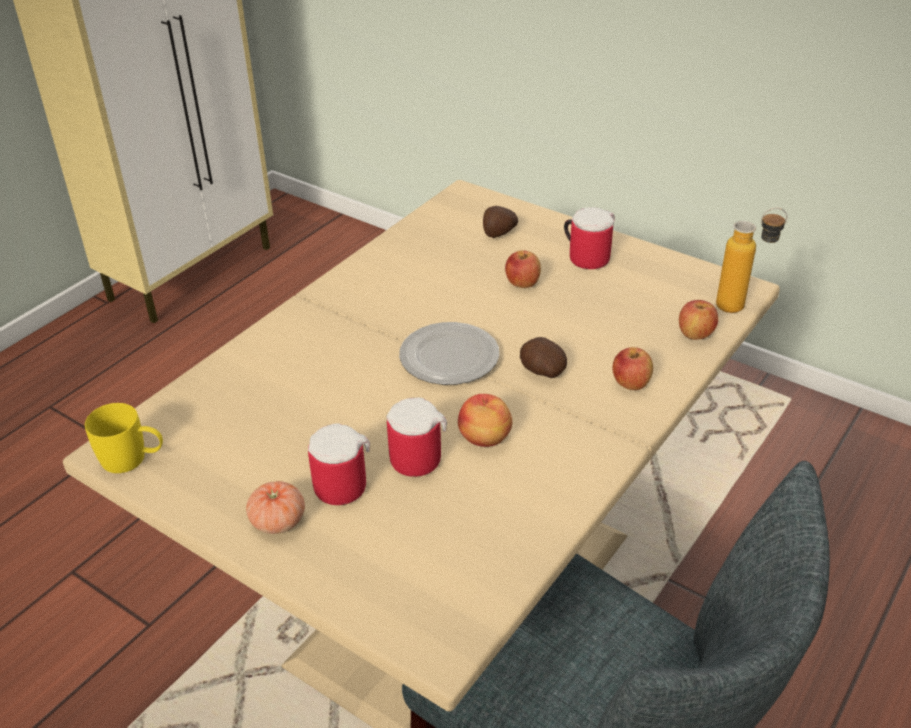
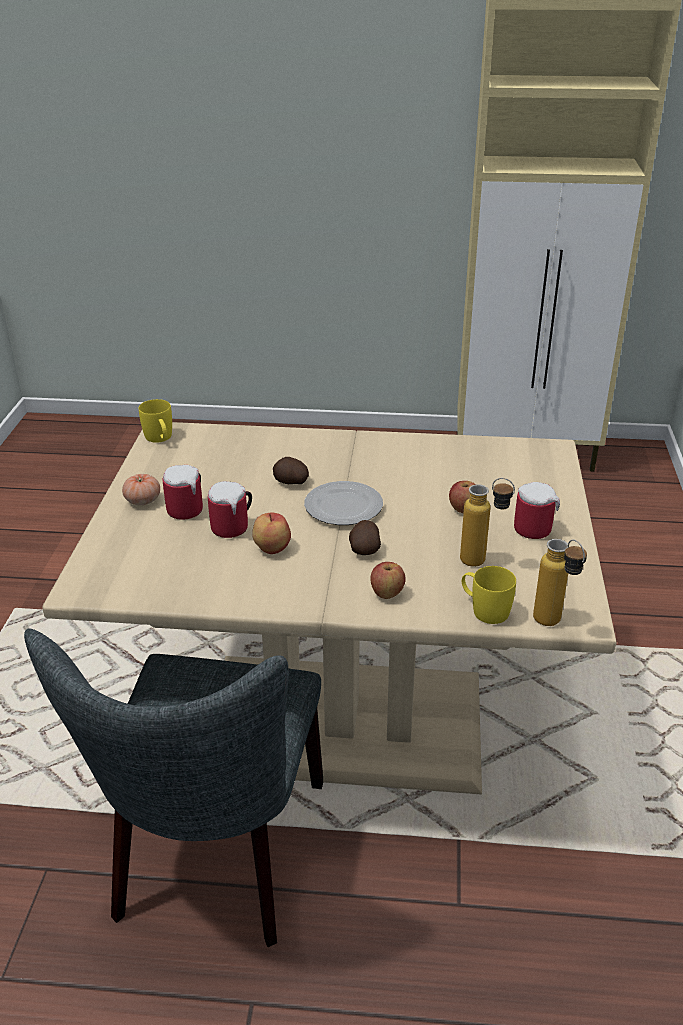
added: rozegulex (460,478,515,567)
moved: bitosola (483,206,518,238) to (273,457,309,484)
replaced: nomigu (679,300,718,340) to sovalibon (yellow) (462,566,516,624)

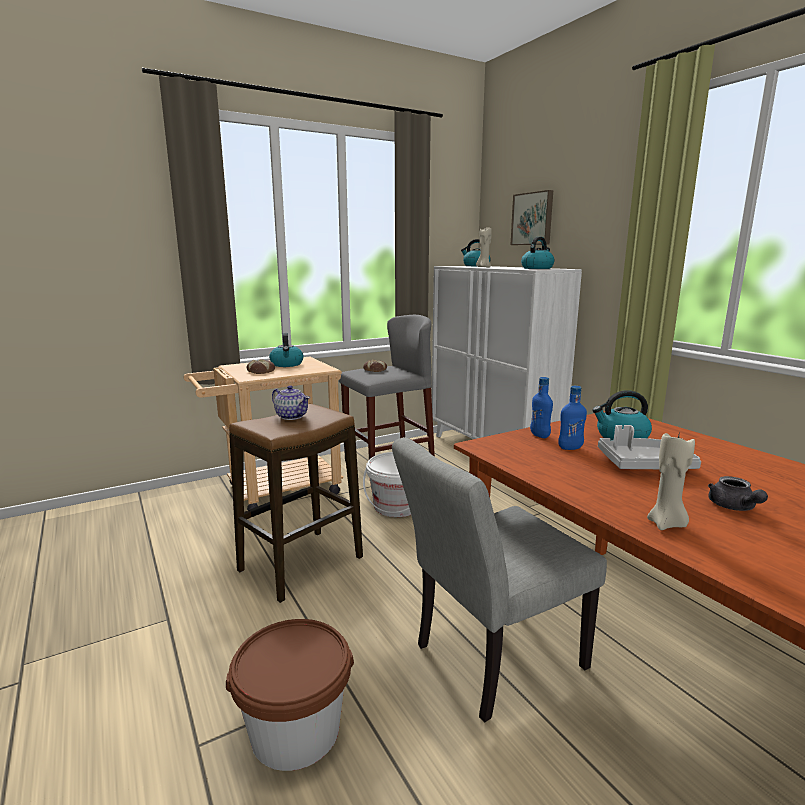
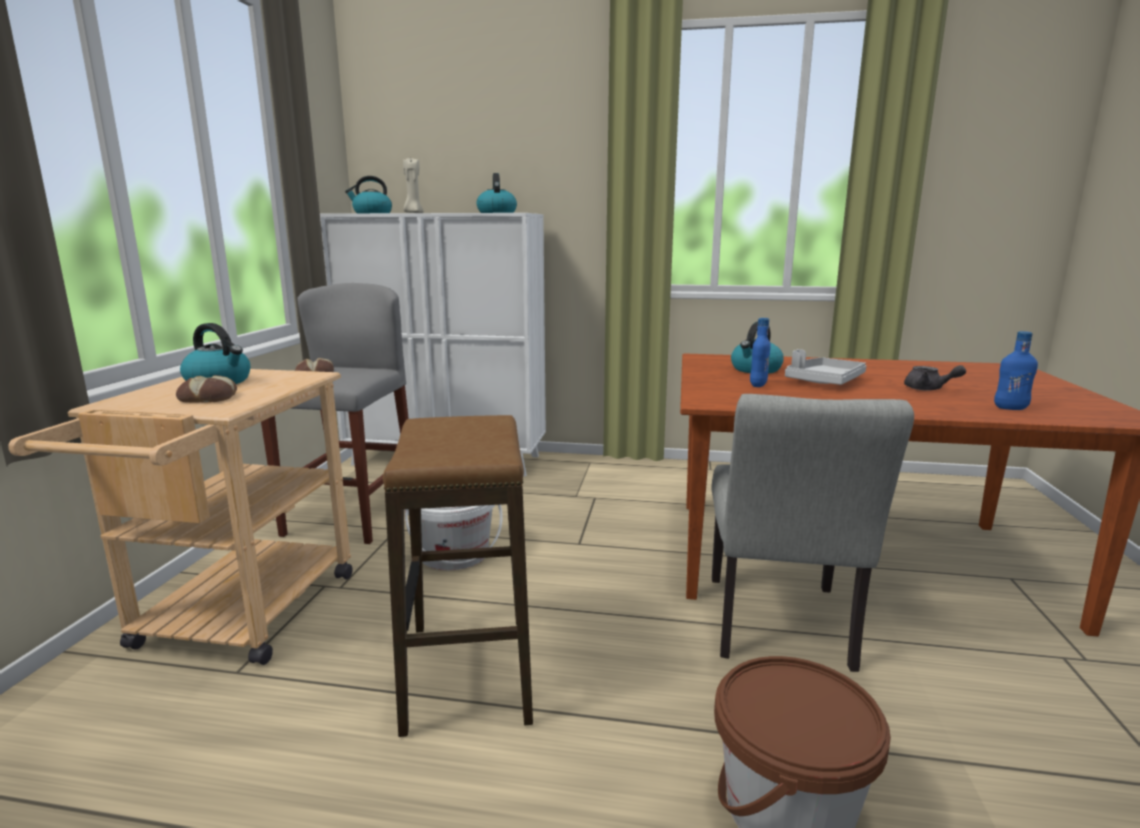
removed: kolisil (272,385,310,420); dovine (511,190,553,245); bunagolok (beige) (647,431,695,530)
moved: rozegulex (blue) (530,377,553,438) to (994,331,1038,410)

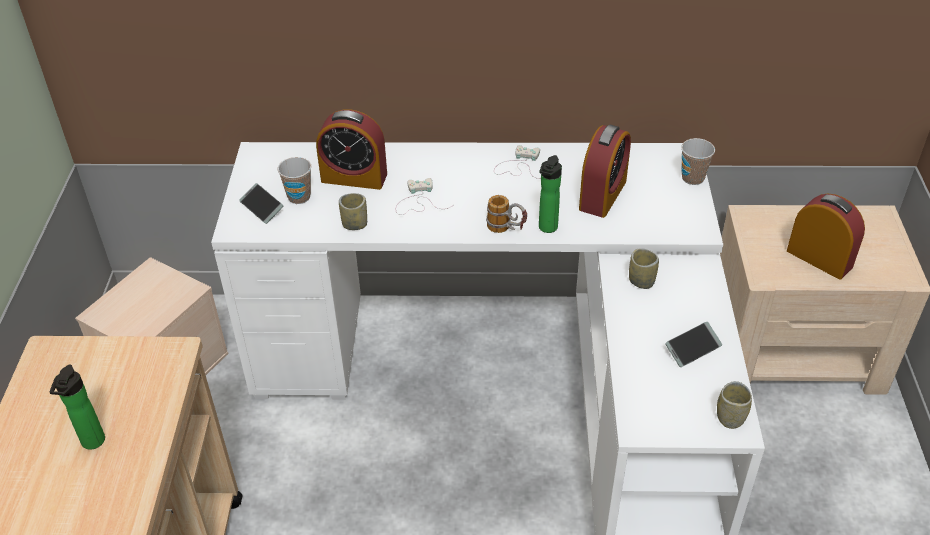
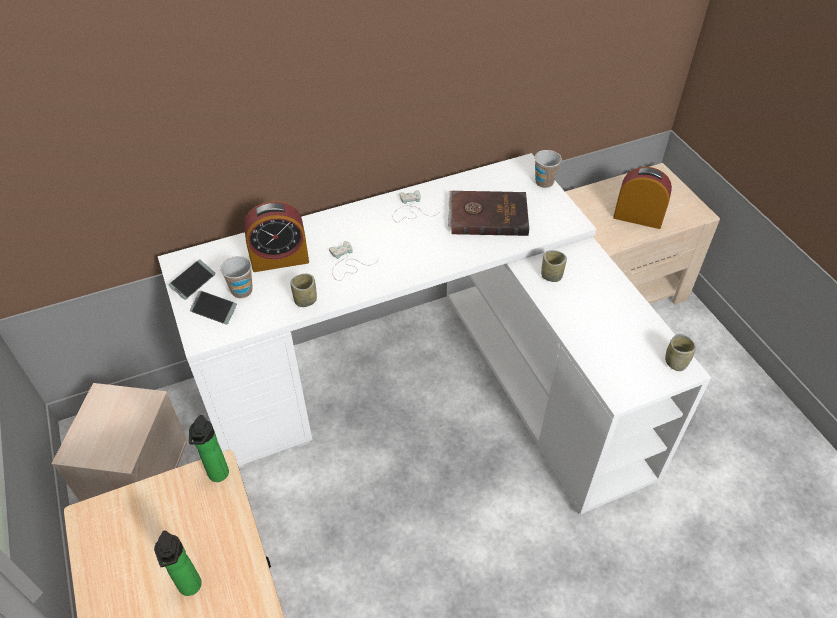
removed: sovalibon (486,195,527,233)
moved: rozegulex (539,155,562,233) to (189,415,229,482); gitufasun (665,322,722,367) to (169,259,216,300)
replaced: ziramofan (579,125,631,218) to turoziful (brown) (448,191,529,236)

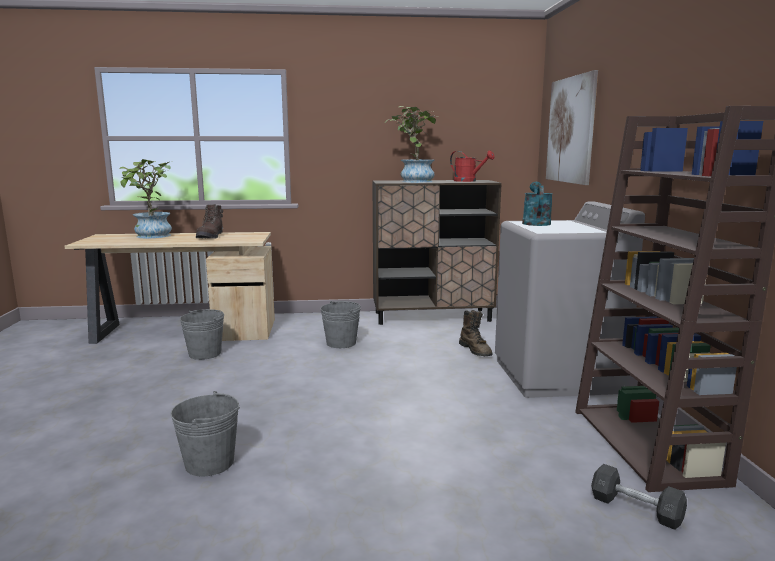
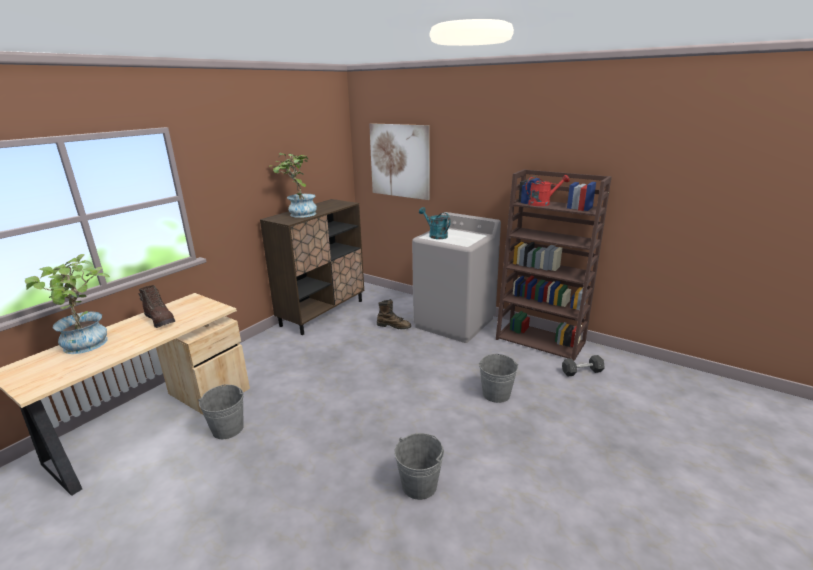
moved: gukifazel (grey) (320,301,361,348) to (479,353,518,403); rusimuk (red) (450,151,495,182) to (525,175,570,206)

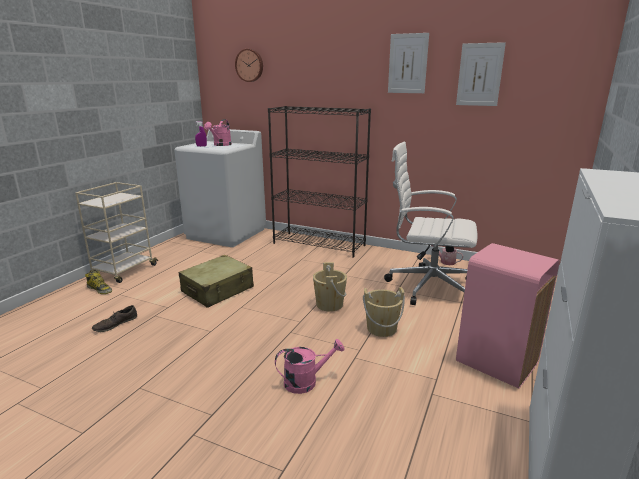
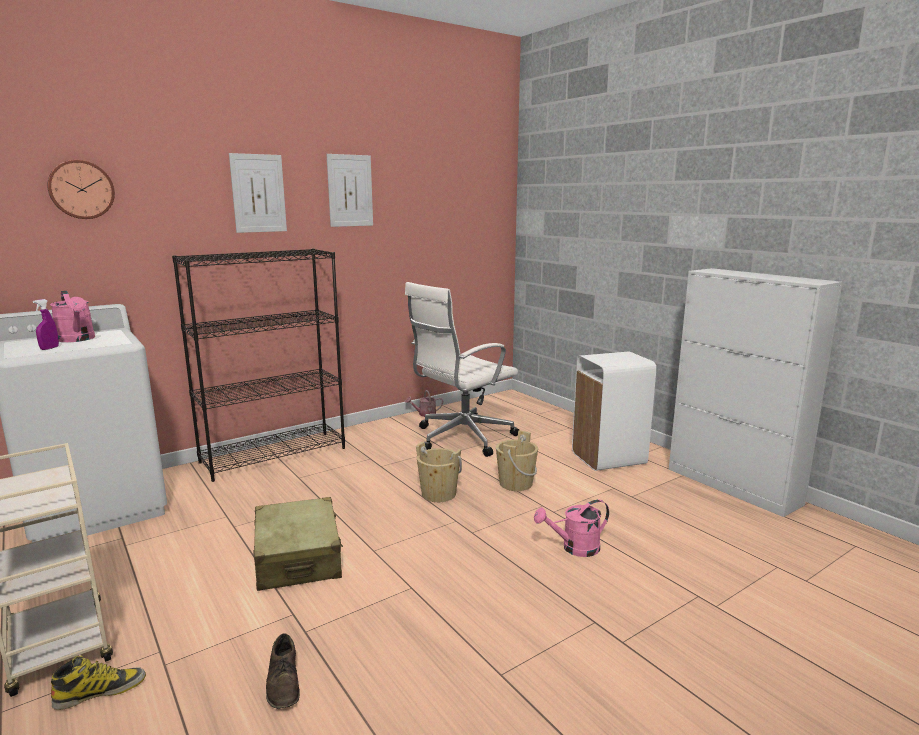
moved: dovine (456,42,506,106) to (229,153,287,233)
recoloured: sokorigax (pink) (456,243,560,388) to sokorigax (white) (572,352,656,471)
turned: rusimuk (pink) (275,339,345,394) = (534,500,609,557) 120 degrees counterclockwise

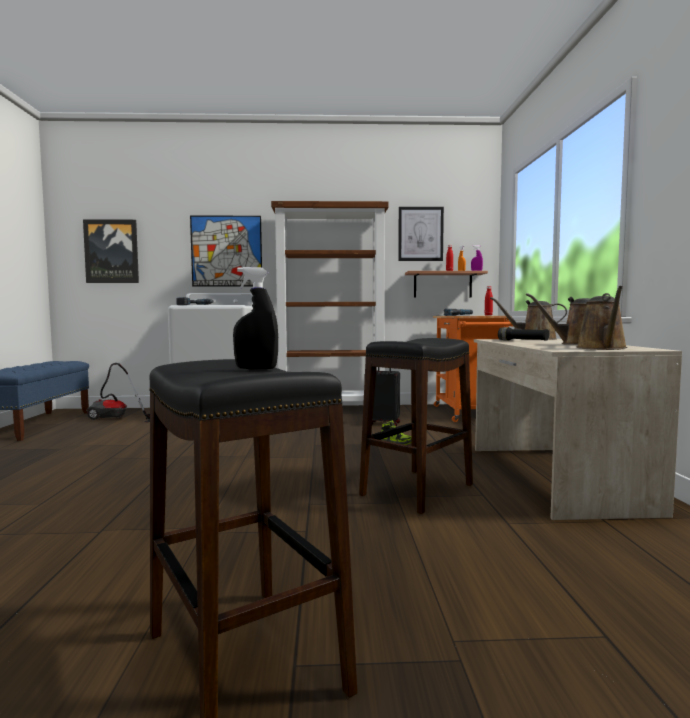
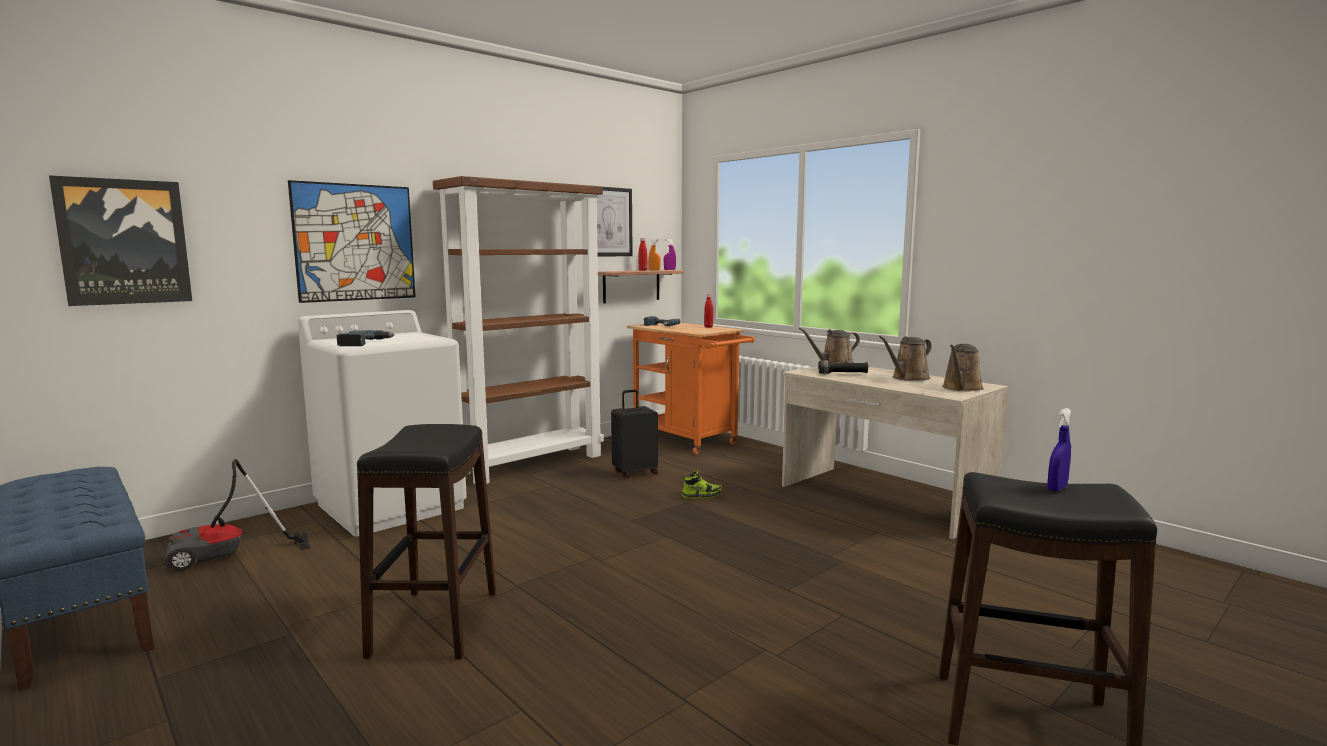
moved: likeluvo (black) (359,338,473,514) to (357,424,496,660)
recoloured: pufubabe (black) (233,267,278,369) to pufubabe (blue) (1047,408,1071,491)
turned: rusimuk (brown) (577,286,627,350) = (942,344,984,391) 60 degrees clockwise

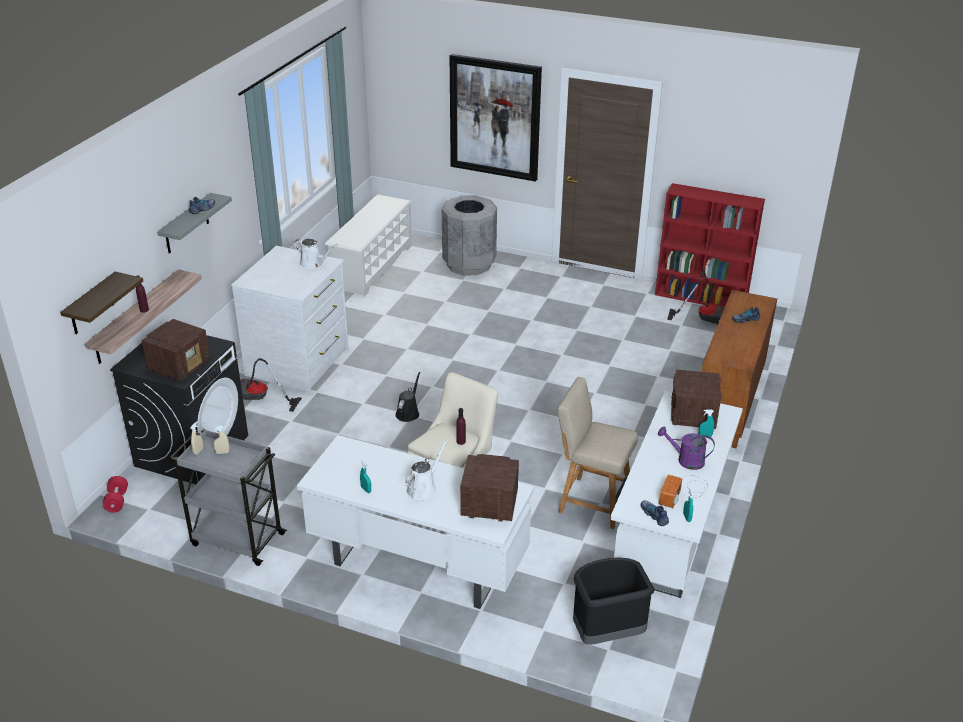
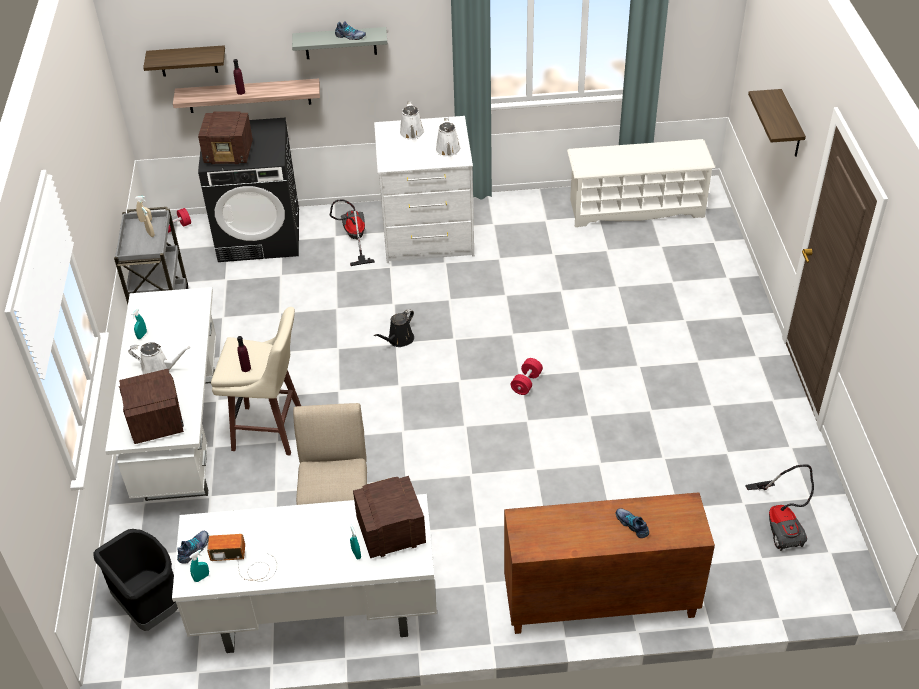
removed: sokorigax (grey) (442,195,497,276); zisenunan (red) (655,183,765,307); rusimuk (purple) (658,427,715,470)
added: rusimuk (white) (399,101,424,140); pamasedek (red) (511,358,543,395)
replaced: dovine (450,54,542,182) to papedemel (748,89,806,157)
turned: rusimuk (black) (396,372,420,422) = (374,309,414,347) 135 degrees clockwise

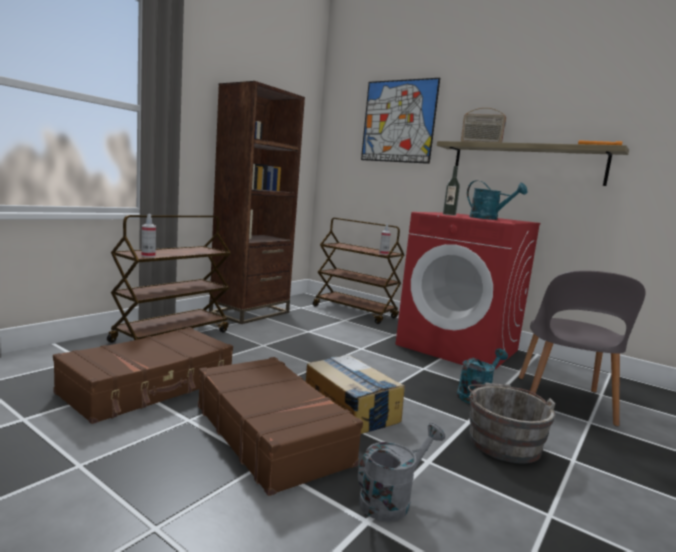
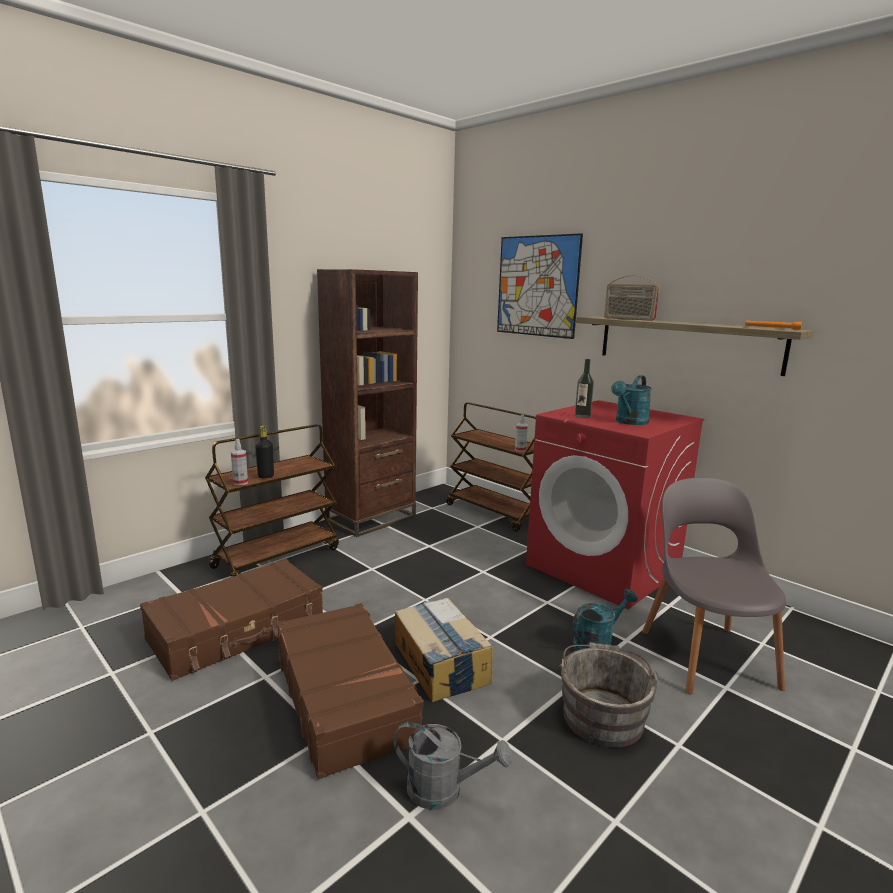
added: rozegulex (black) (255,425,274,478)
turned: rusimuk (grey) (358,423,445,522) = (394,722,512,810) 45 degrees clockwise; rusimuk (turquoise) (467,180,527,220) = (611,375,652,425) 75 degrees clockwise; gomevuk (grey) (518,271,646,426) = (642,478,786,695) 150 degrees clockwise

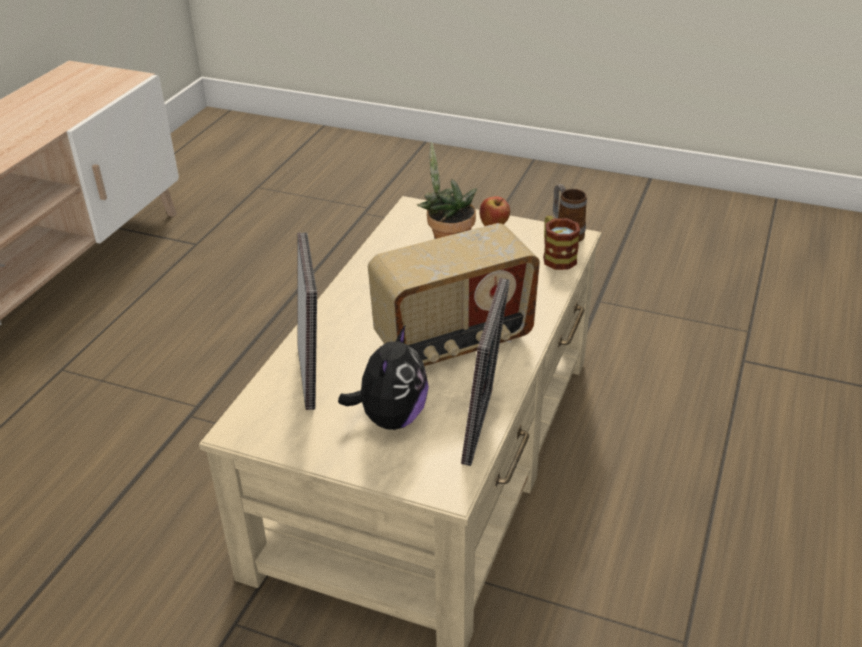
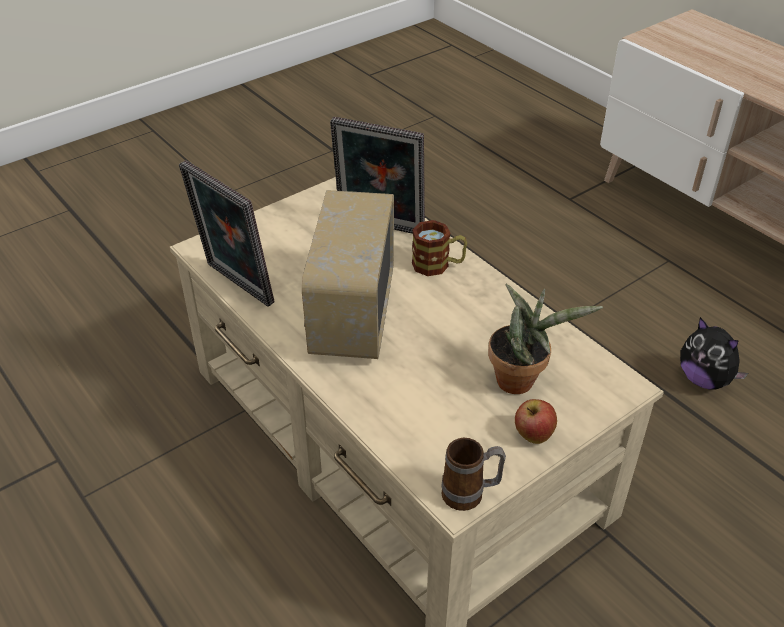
moved: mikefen (338,324,429,430) to (680,317,748,390); sovalibon (543,216,580,270) to (412,220,467,276)

